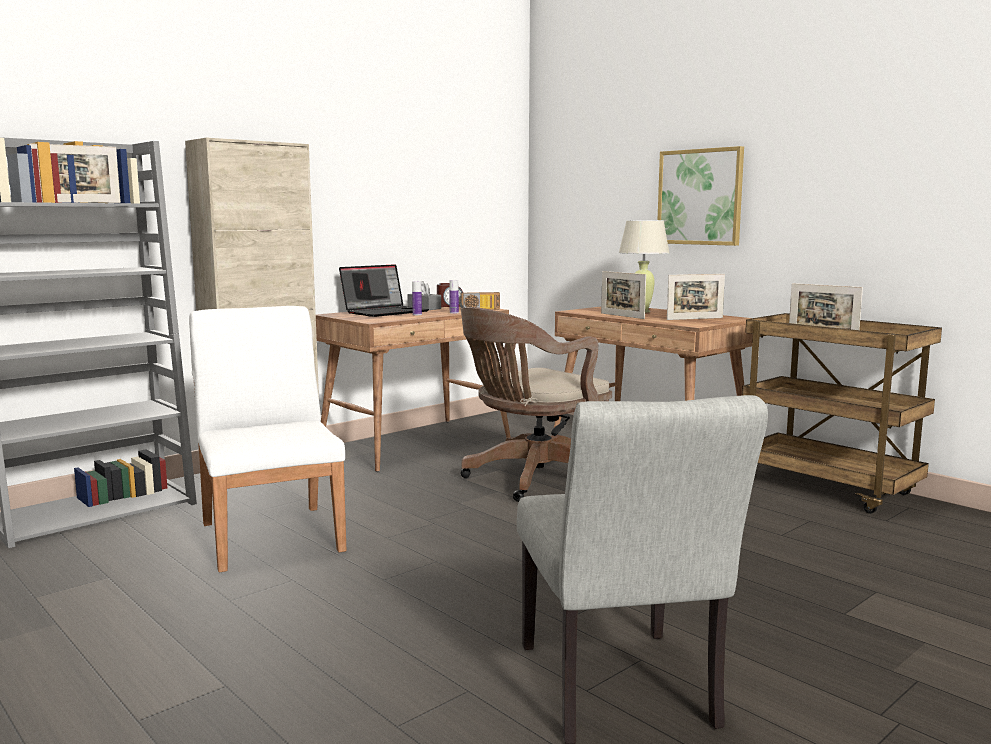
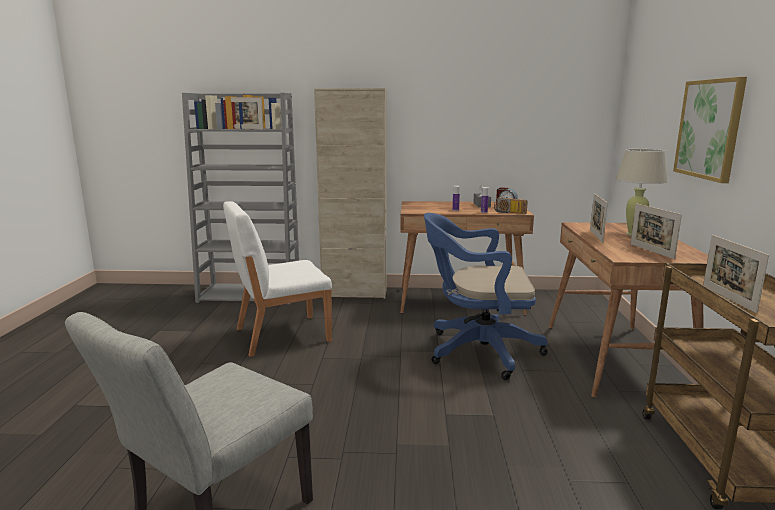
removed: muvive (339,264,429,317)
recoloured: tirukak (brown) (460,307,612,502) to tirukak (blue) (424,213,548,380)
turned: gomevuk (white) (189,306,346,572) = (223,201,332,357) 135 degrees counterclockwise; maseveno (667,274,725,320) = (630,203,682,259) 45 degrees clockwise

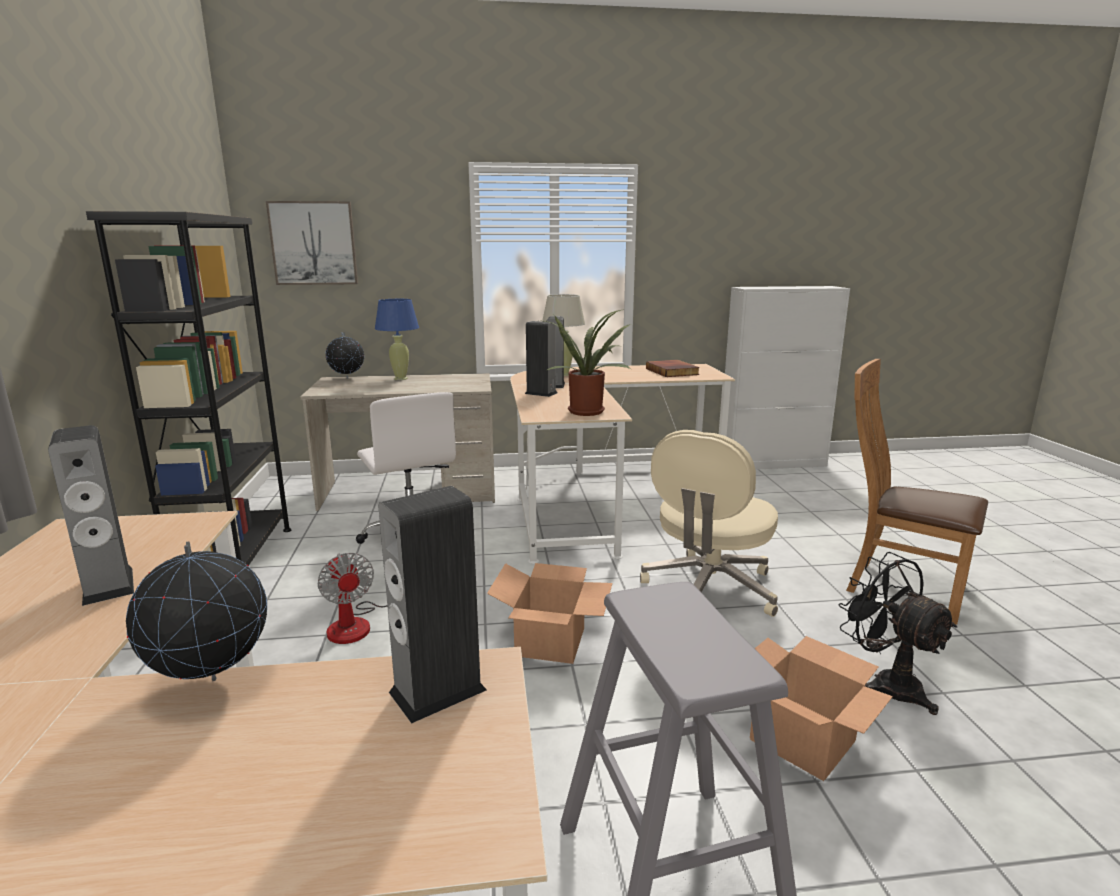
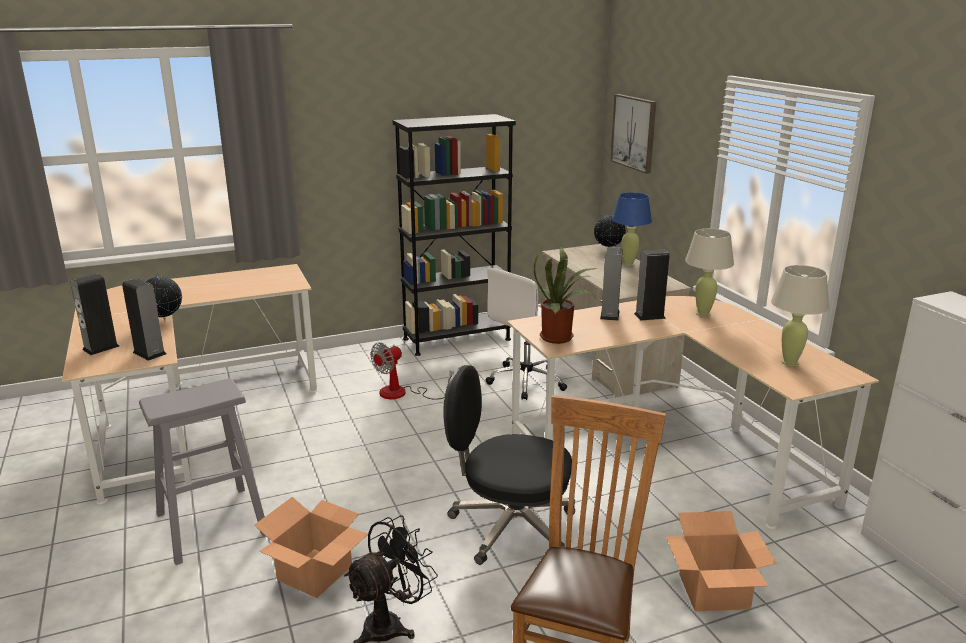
moved: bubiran (48,425,134,606) to (70,274,119,355); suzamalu (487,563,613,664) to (666,511,777,611)
replaced: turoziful (646,360,700,377) to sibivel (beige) (771,265,829,366)
recoloured: tirukak (beige) (640,430,778,617) to tirukak (black) (443,365,575,565)

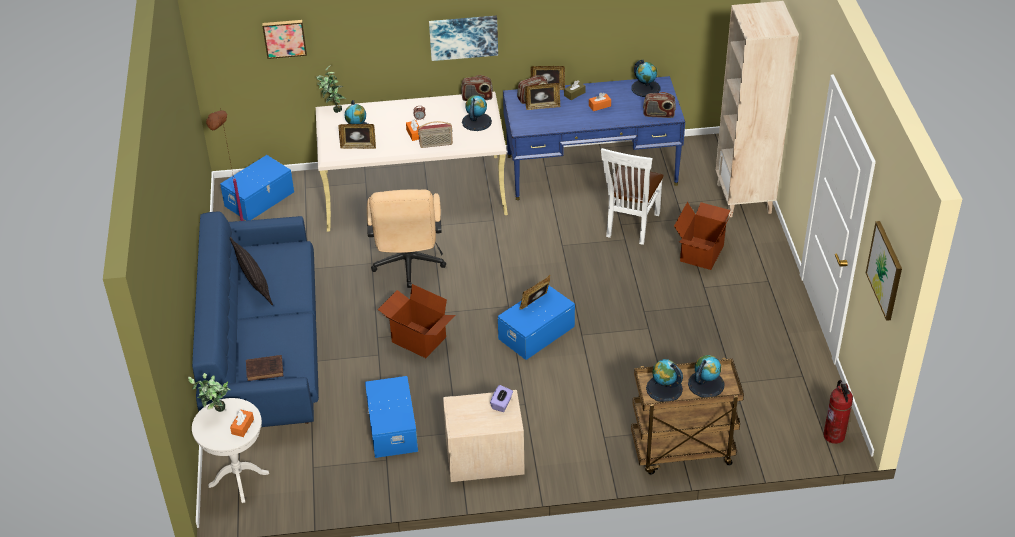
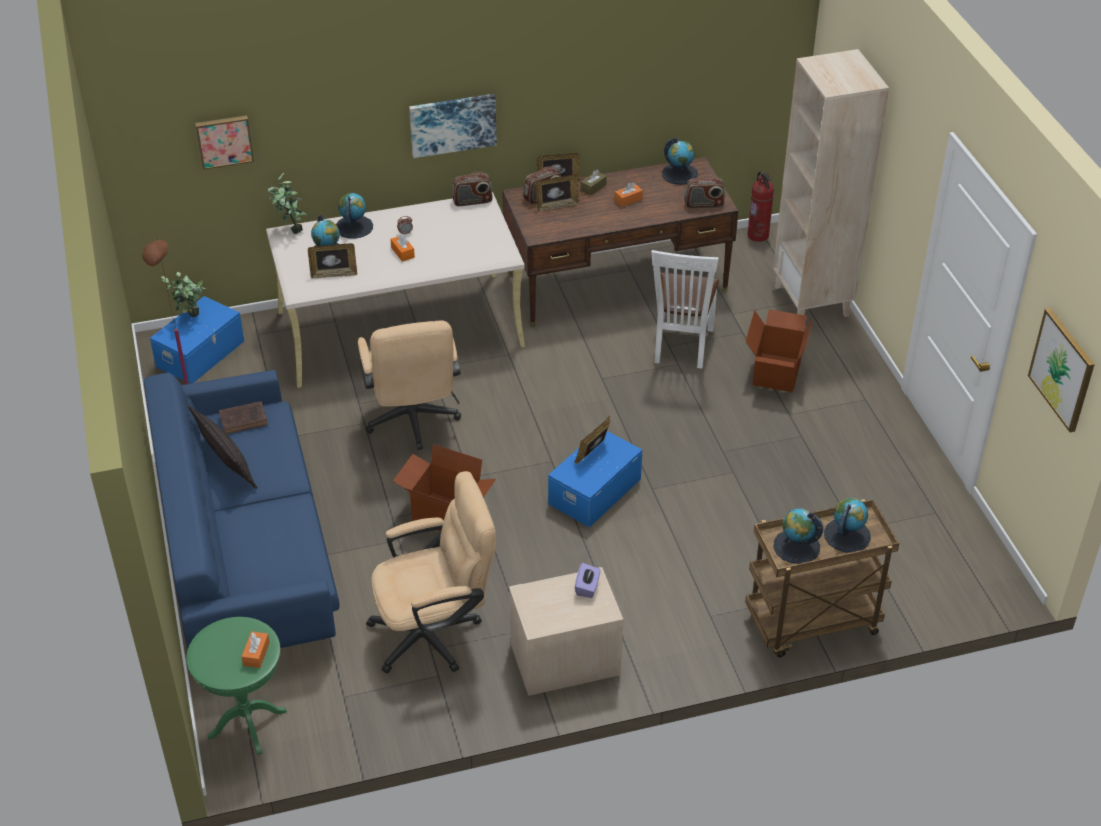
removed: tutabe (418,121,453,148)
moved: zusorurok (188,373,231,412) to (161,272,206,317); turoziful (brown) (246,355,284,381) to (219,401,268,434); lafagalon (462,95,492,131) to (336,193,373,239); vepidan (823,380,853,444) to (747,171,774,242)
replaced: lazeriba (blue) (365,376,418,458) to tirukak (beige) (366,471,496,673)
recoloured: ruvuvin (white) (192,398,269,503) to ruvuvin (green) (186,617,287,755); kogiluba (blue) (503,76,685,200) to kogiluba (brown) (502,157,738,327)

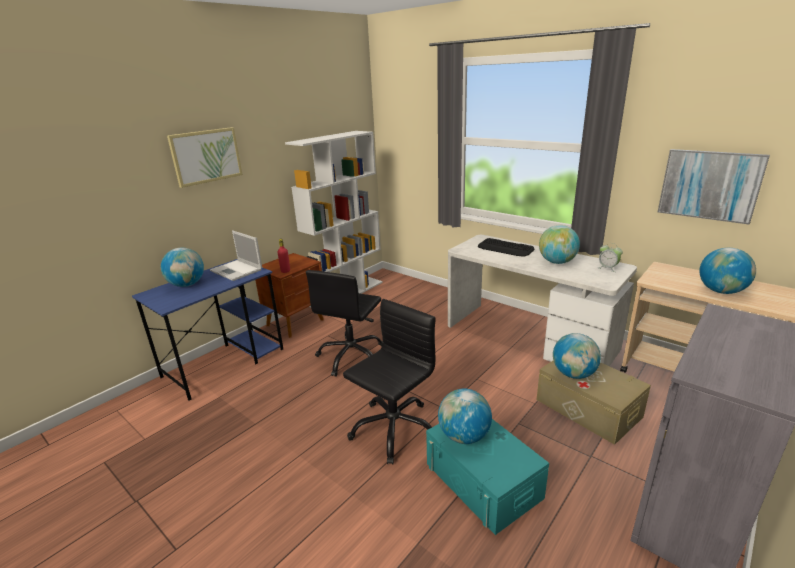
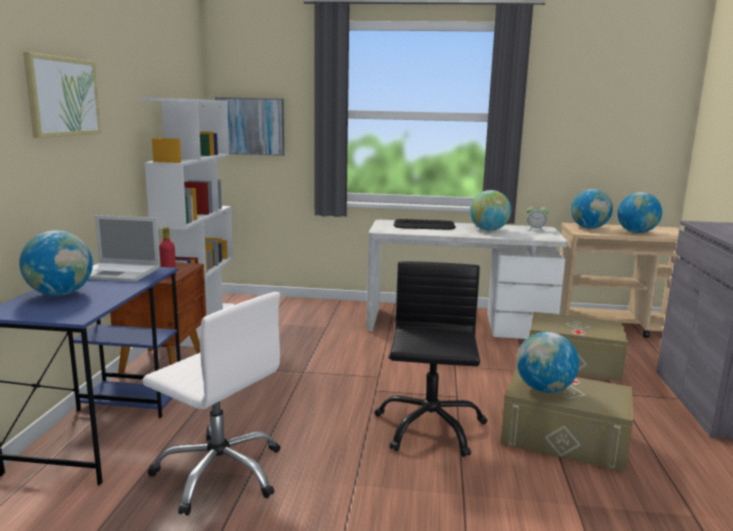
removed: tirukak (black) (306,270,383,377)
added: tirukak (white) (143,292,280,515)
moved: lafagalon (553,333,601,379) to (571,189,613,229); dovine (658,149,770,225) to (215,97,284,156)
recoloured: lazeriba (turquoise) (426,419,549,535) to lazeriba (beige) (501,368,633,472)

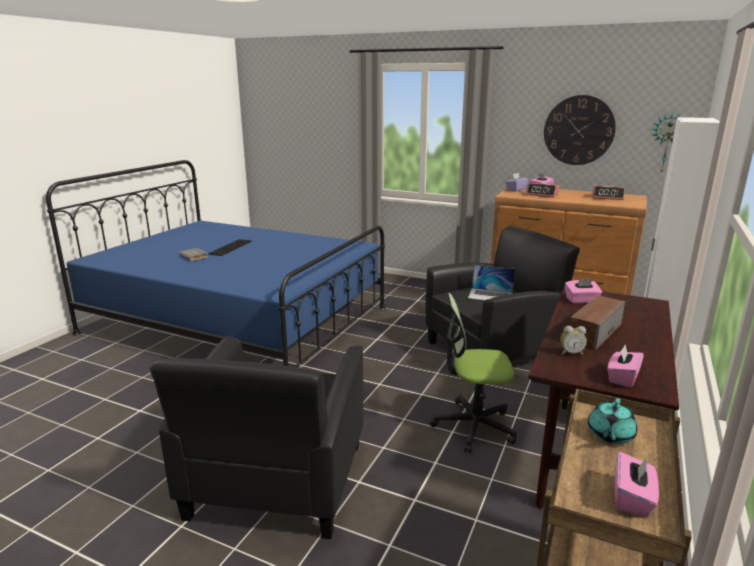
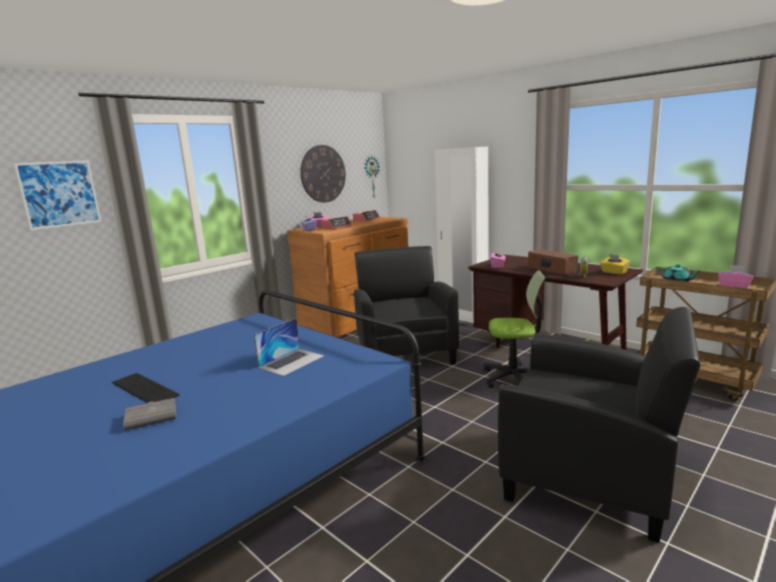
added: dovine (14,160,101,230)
moved: muvive (468,265,515,300) to (254,318,324,376)
recoloured: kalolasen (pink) (607,344,644,388) to kalolasen (yellow) (600,254,630,275)
turned: tirukak (430,293,517,453) = (484,270,545,388) 105 degrees counterclockwise

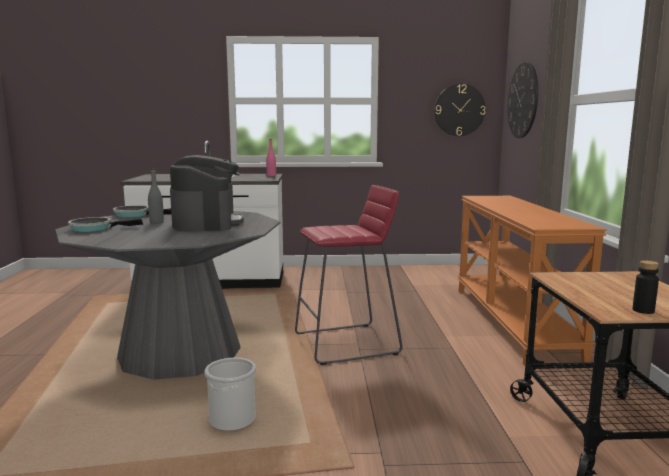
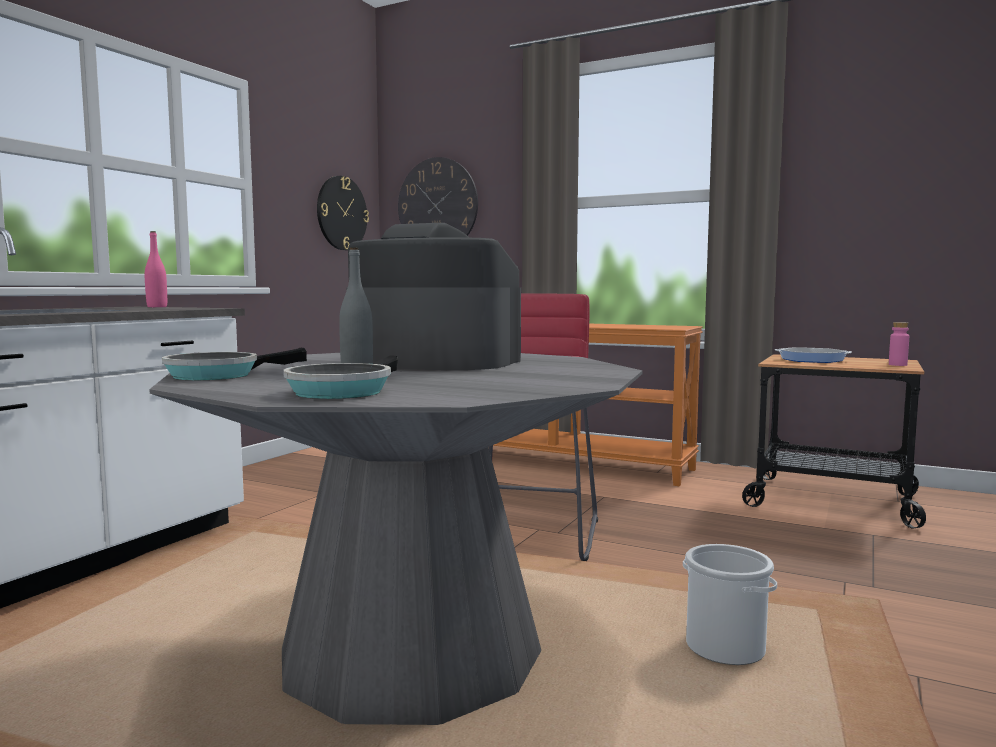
added: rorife (775,347,852,363)
recoloured: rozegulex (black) (633,260,659,314) to rozegulex (pink) (889,322,909,366)

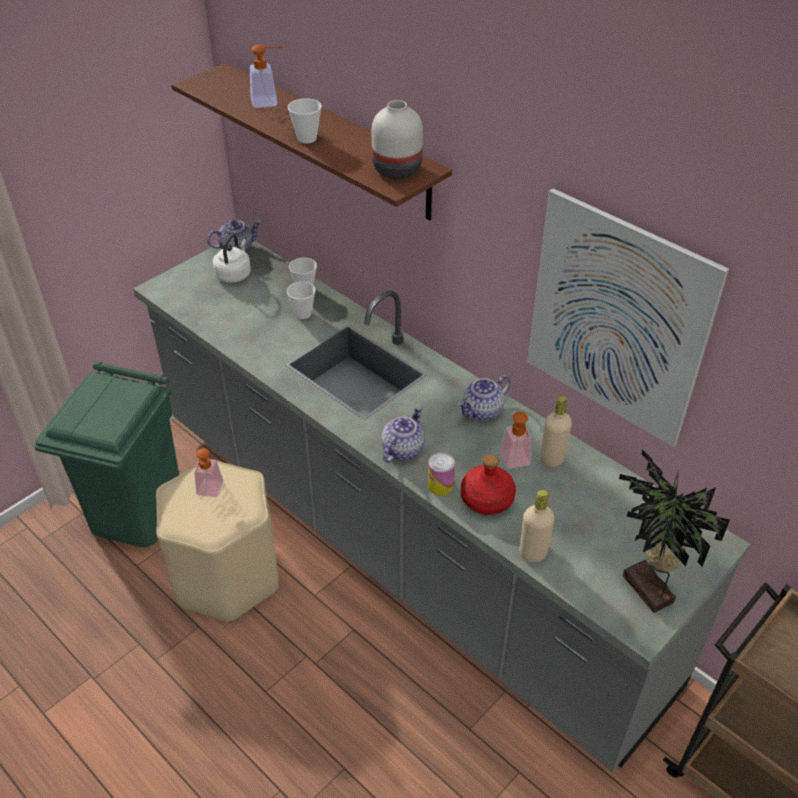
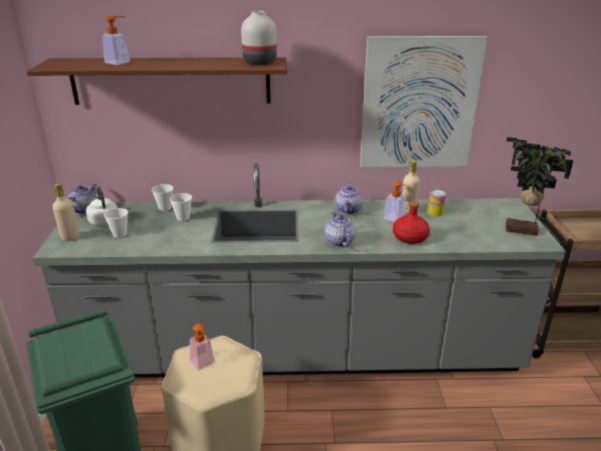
moved: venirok (288,98,322,143) to (104,208,128,238); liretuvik (428,452,455,496) to (427,190,446,216); rozegulex (beige) (519,490,555,562) to (53,183,79,241)

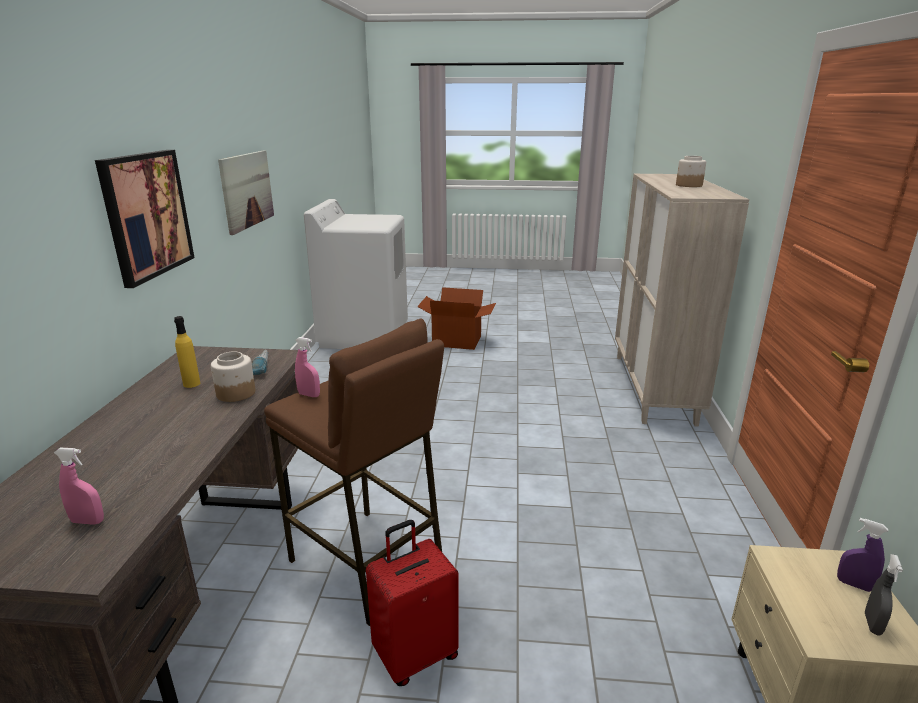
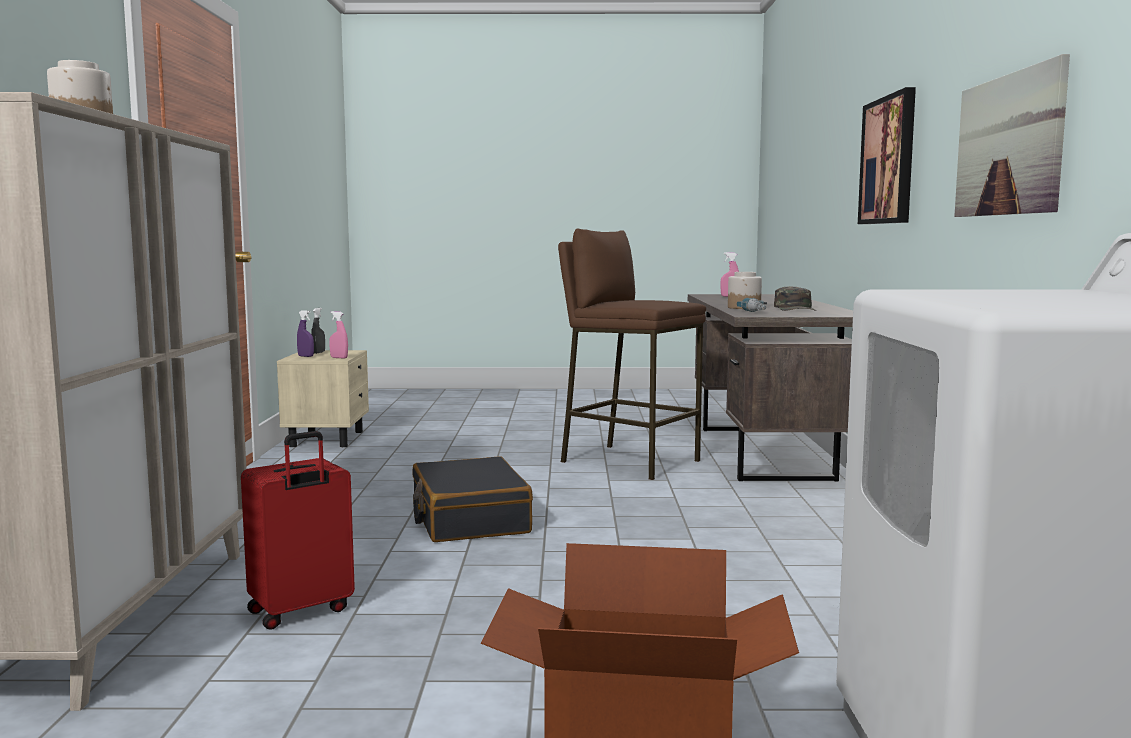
added: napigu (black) (412,456,533,542)
moved: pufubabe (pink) (295,337,320,397) to (329,311,348,358); napigu (red) (366,520,459,686) to (241,431,355,630)
replaced: rozegulex (yellow) (174,316,200,388) to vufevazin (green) (774,286,816,311)

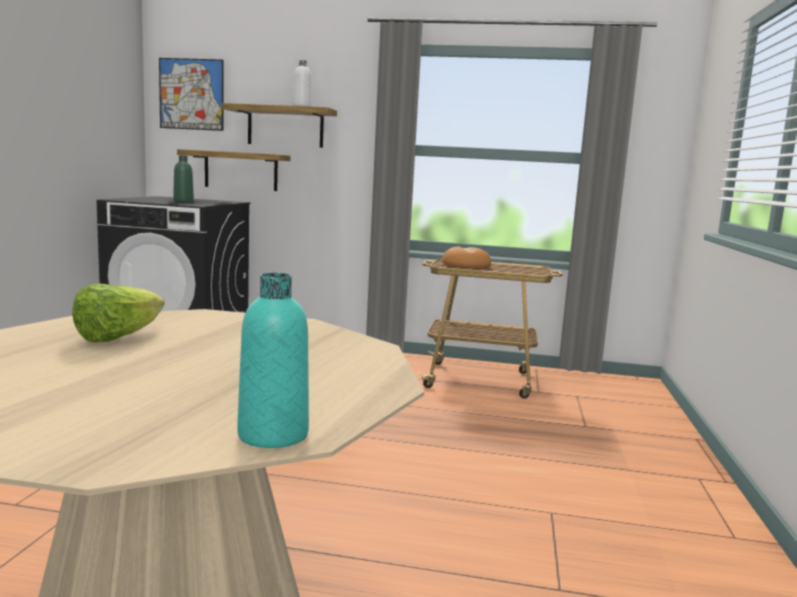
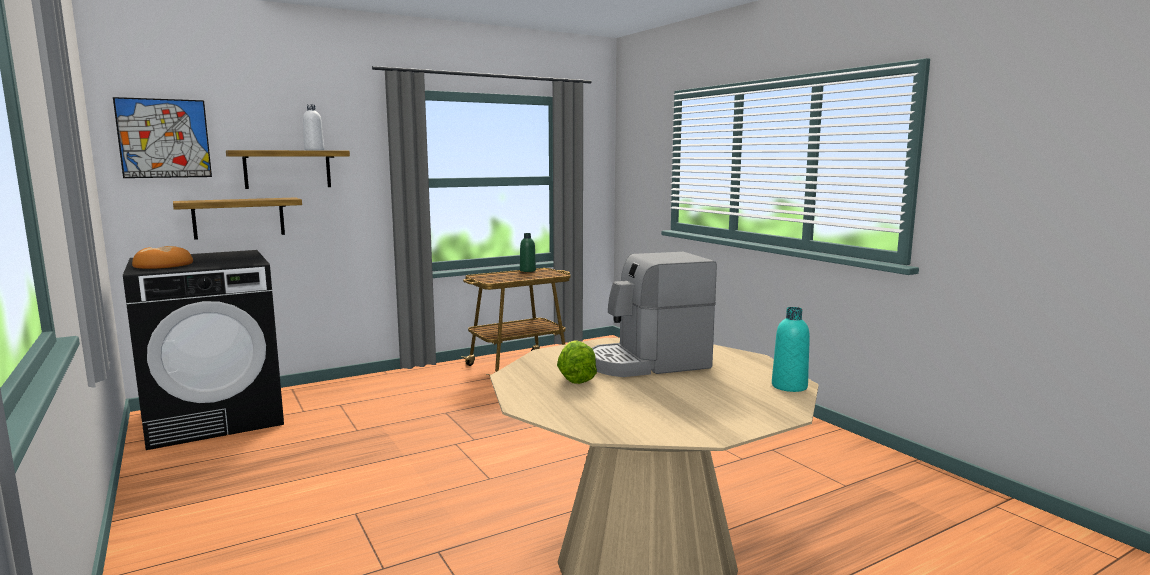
added: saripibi (592,252,717,377)
moved: rozegulex (green) (173,155,194,202) to (520,233,536,272); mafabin (442,246,491,268) to (132,246,193,269)

